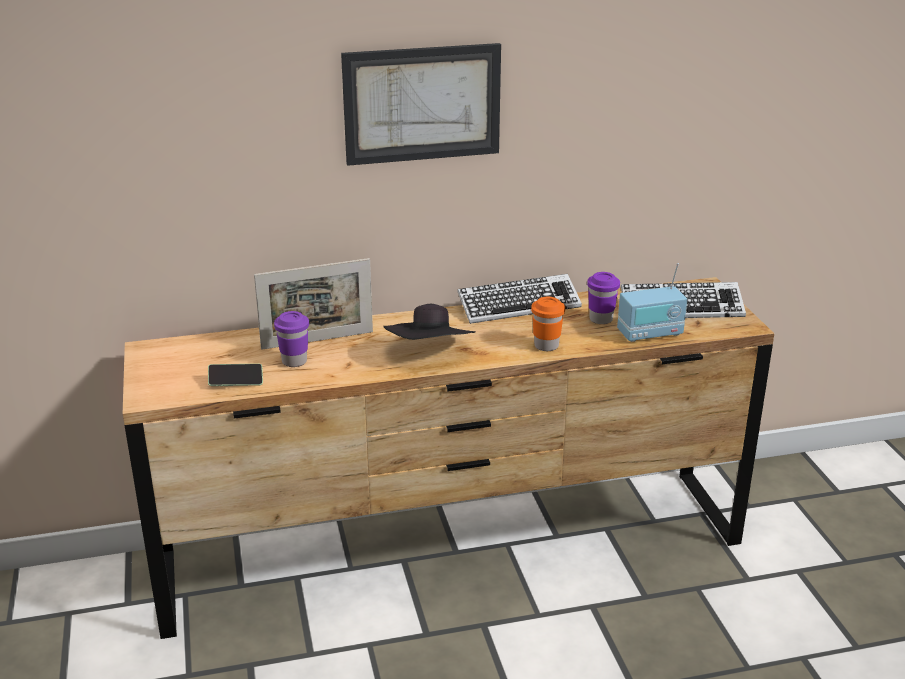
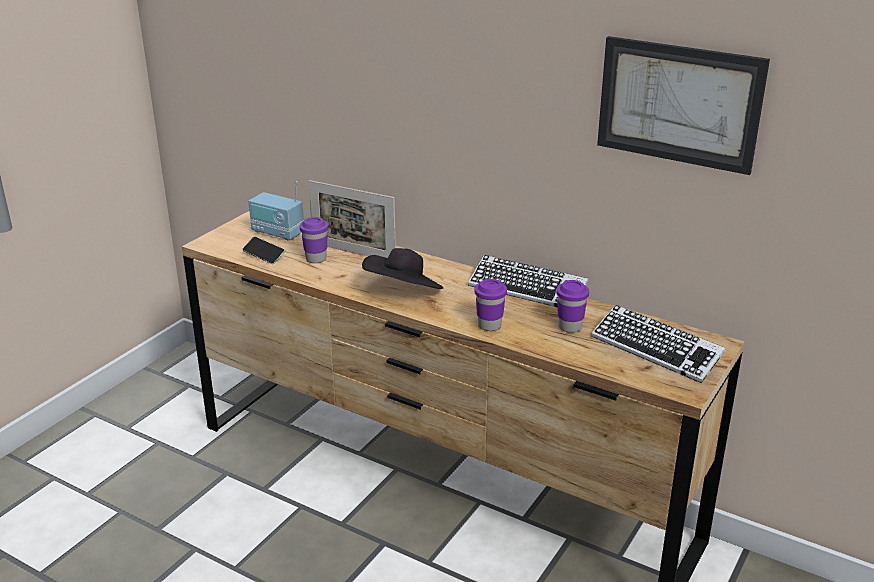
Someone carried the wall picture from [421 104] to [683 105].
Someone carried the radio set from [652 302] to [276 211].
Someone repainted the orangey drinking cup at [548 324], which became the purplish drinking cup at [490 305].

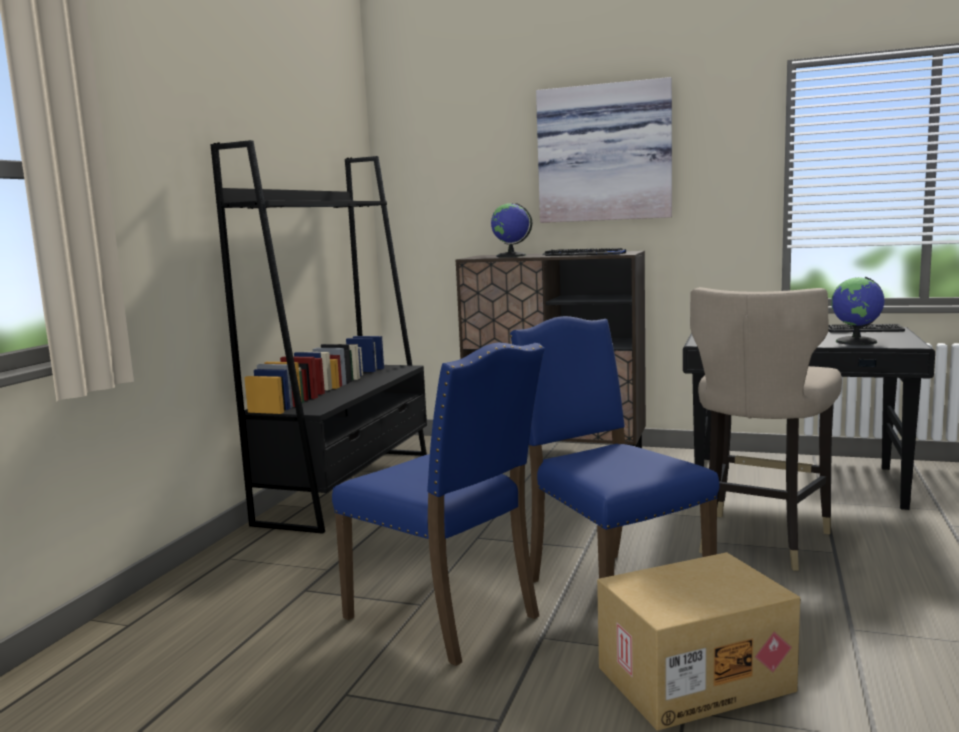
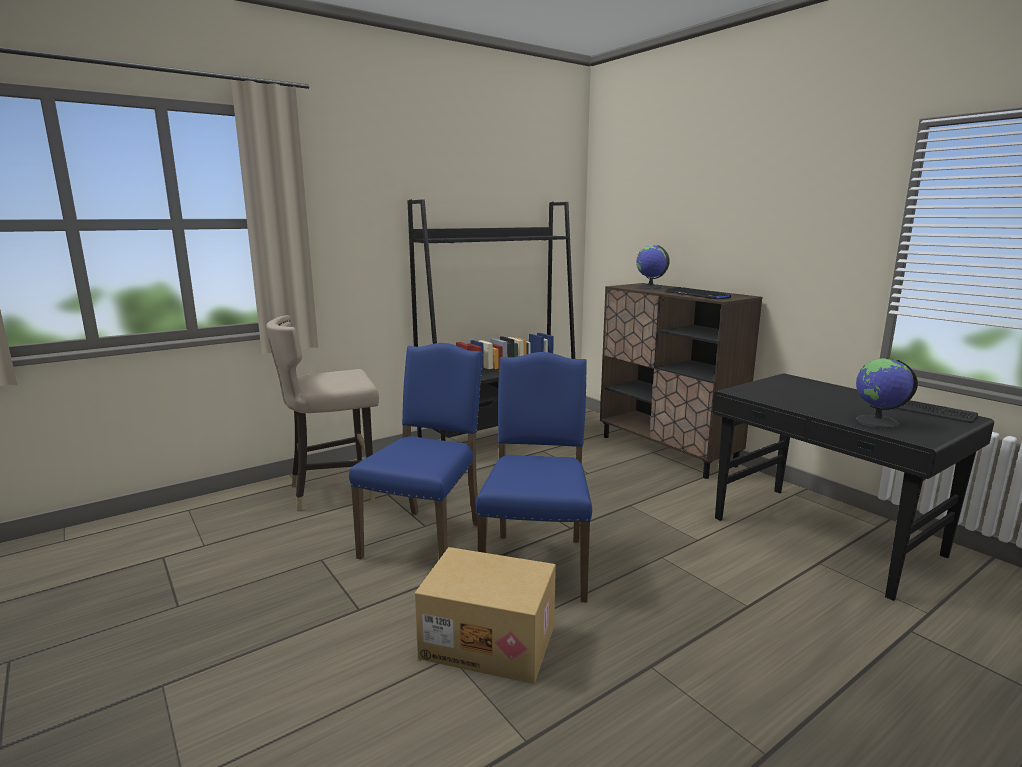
Someone took away the wall picture at [604 150].
Someone carried the sand-coloured sitting stool from [766 429] to [322 413].
Someone rotated the bluish plain chair at [438 504] by 150 degrees counterclockwise.

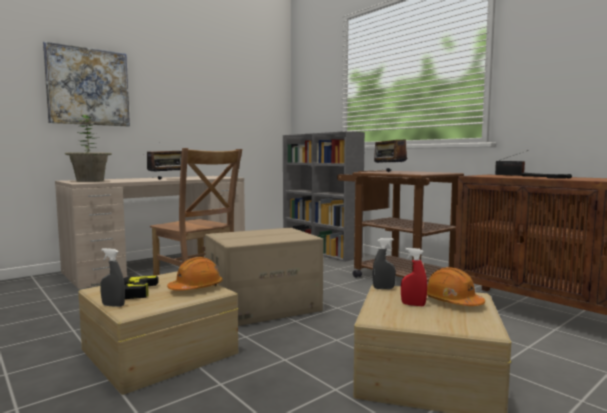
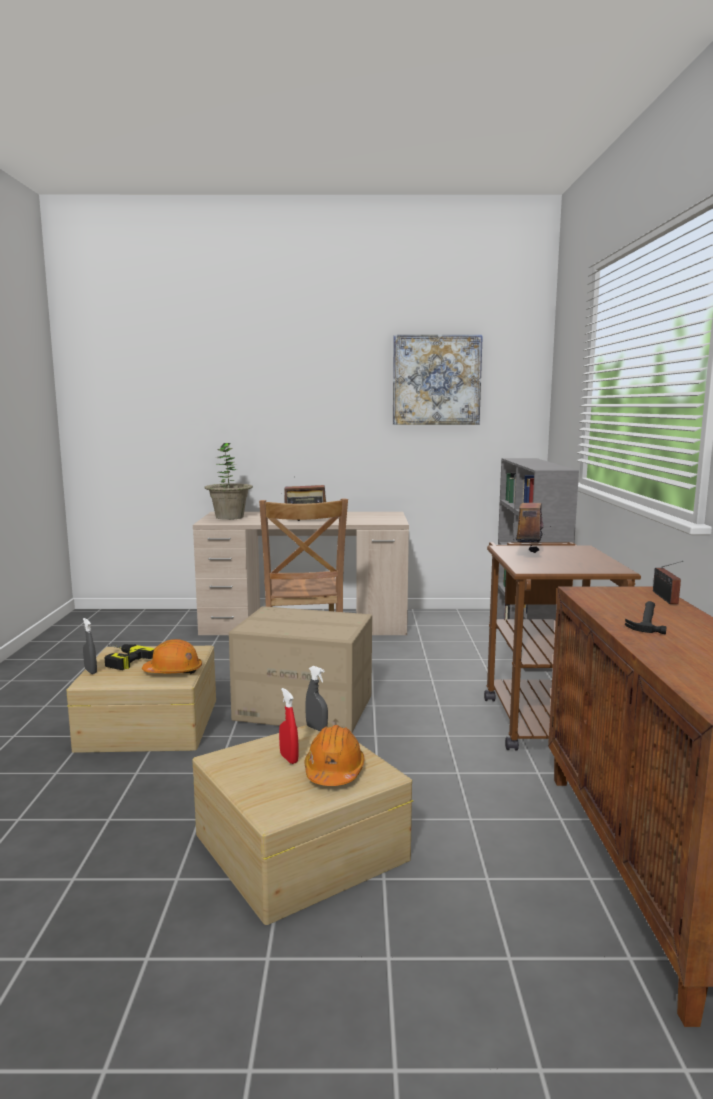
Someone carried the wall picture from [86 83] to [438 380].

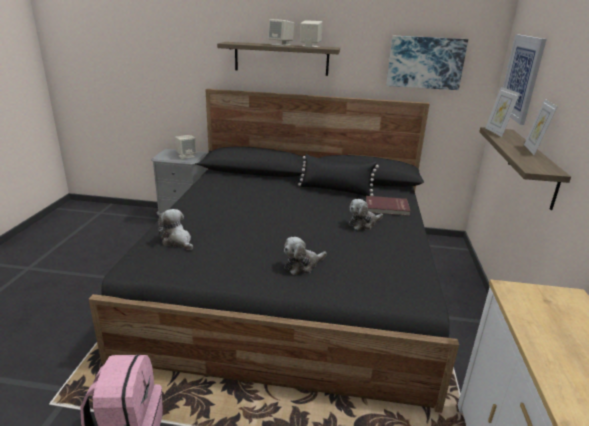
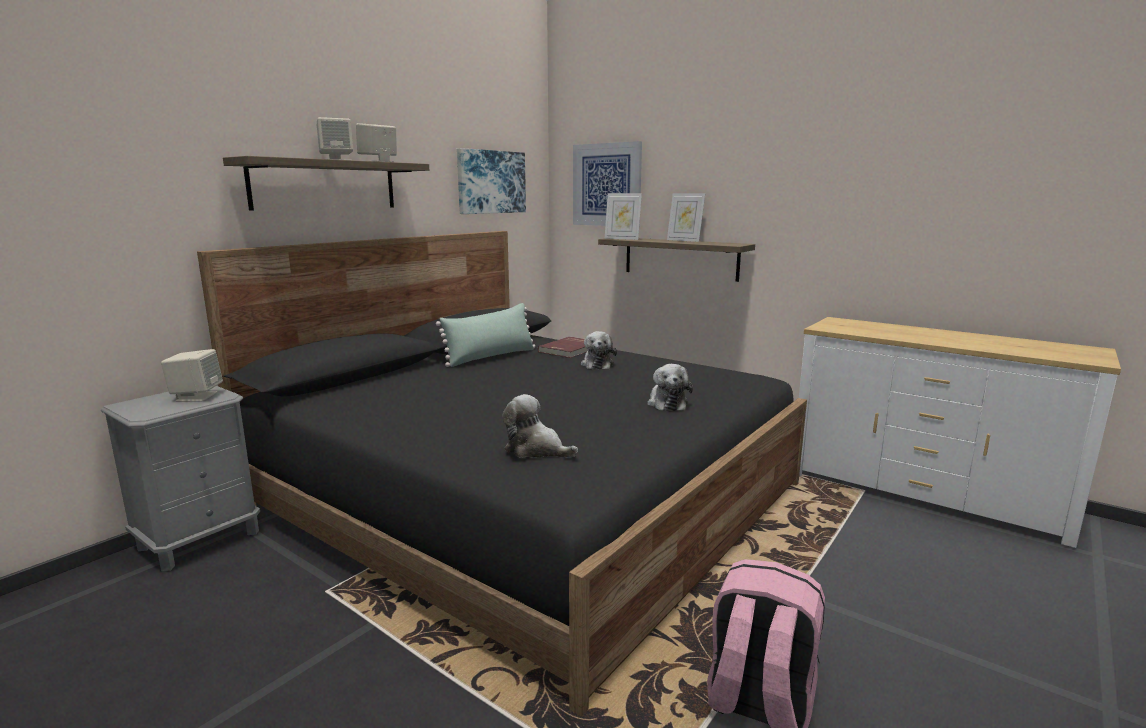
Someone repainted the black-coloured pillow at [338 175], which became the green-coloured pillow at [485 335].
Someone rotated the cuddly toy at [175 229] by 45 degrees clockwise.

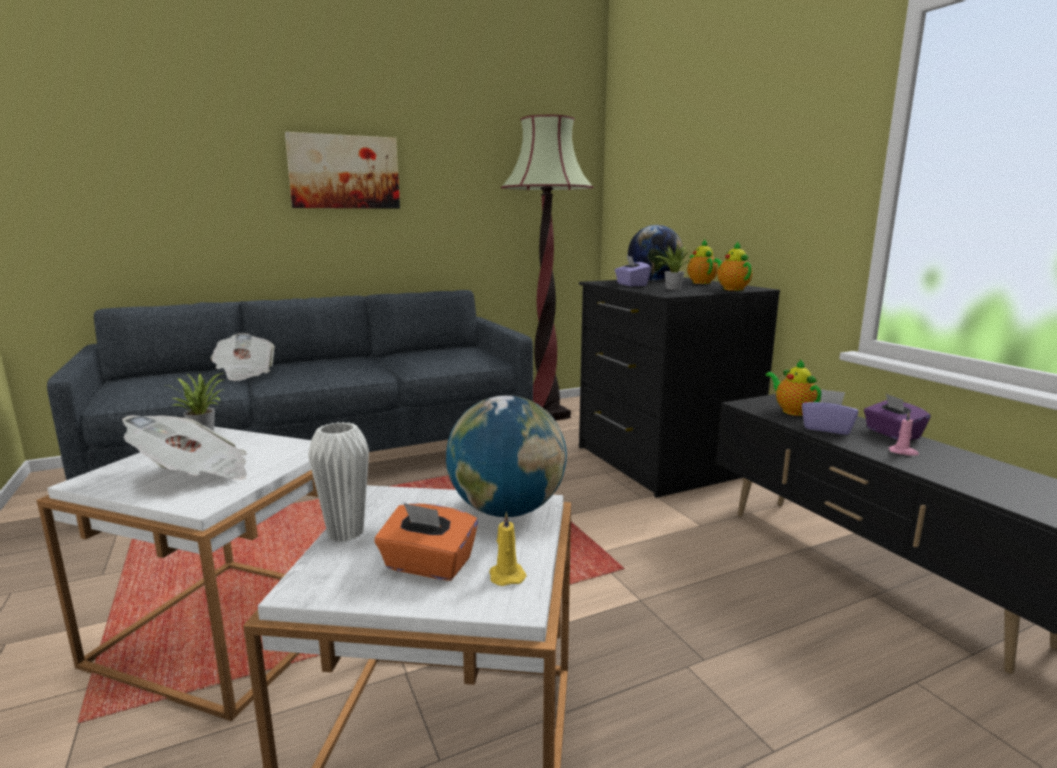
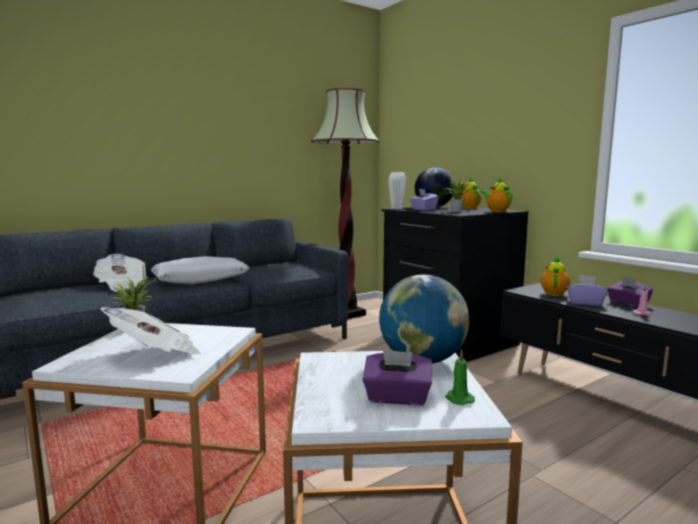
Someone took away the wall picture at [342 170].
Someone put down the whitish pillow at [200 270].
Someone carried the whitish flower vase from [338 482] to [397 190].
Someone repainted the orangey box of tissues at [426 541], which became the purplish box of tissues at [397 378].
Someone repainted the yellow candle at [508 548], which became the green-coloured candle at [460 377].
Someone rotated the pot for tea at [793 387] by 60 degrees clockwise.

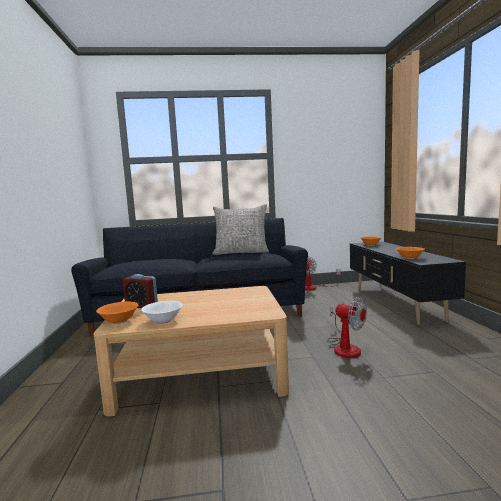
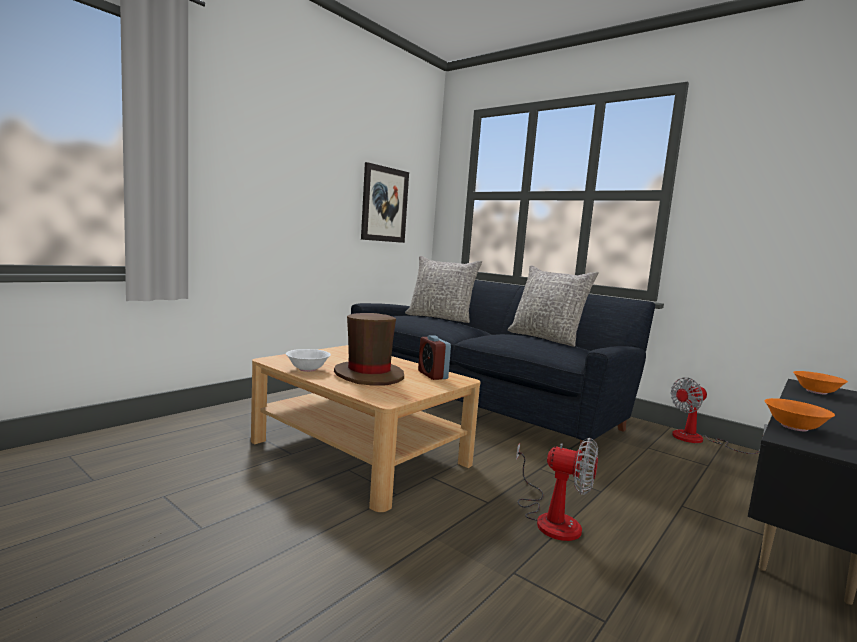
Someone took away the orangey deep dish at [117 313].
Someone put down the brown-coloured wearable hat at [369 349].
Someone put up the wall picture at [385 202].
Someone put down the grey pillow at [443 289].
Someone carried the table clock from [140 291] to [434 357].
Someone rotated the fan at [347 327] by 60 degrees counterclockwise.

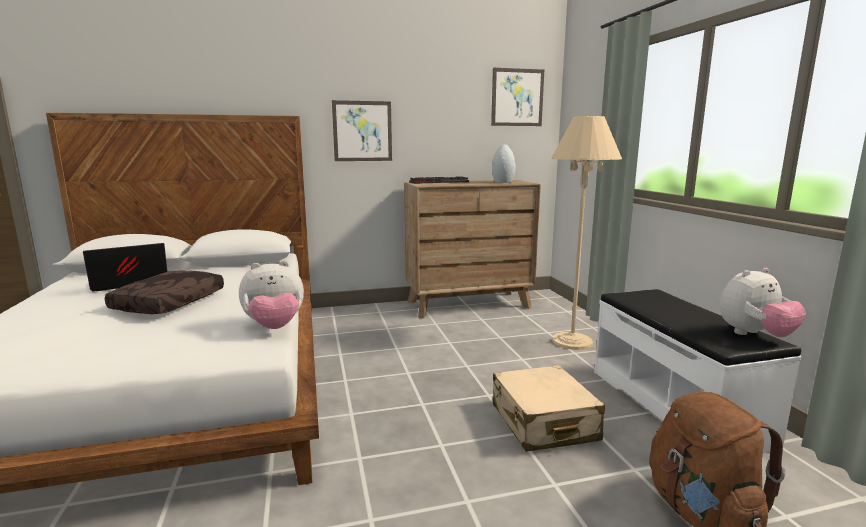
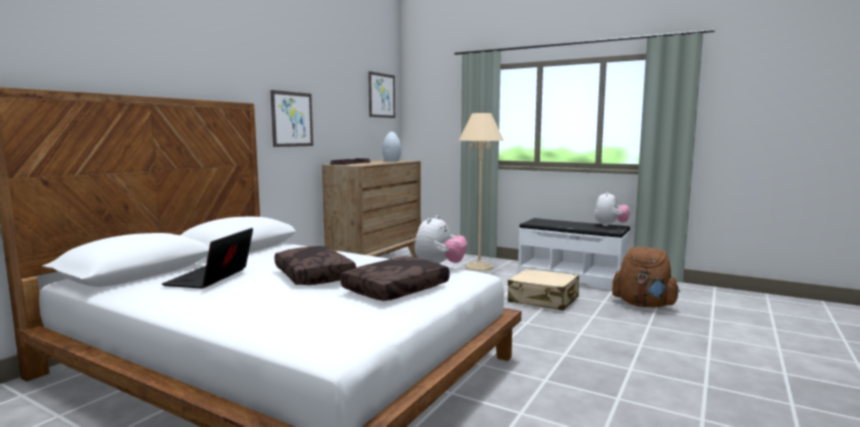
Someone put down the brown-coloured pillow at [395 278].

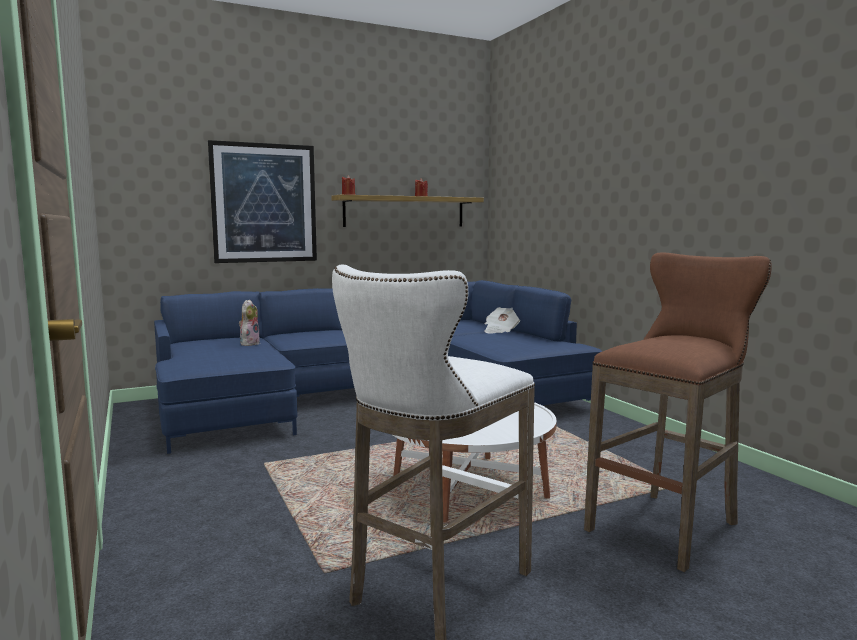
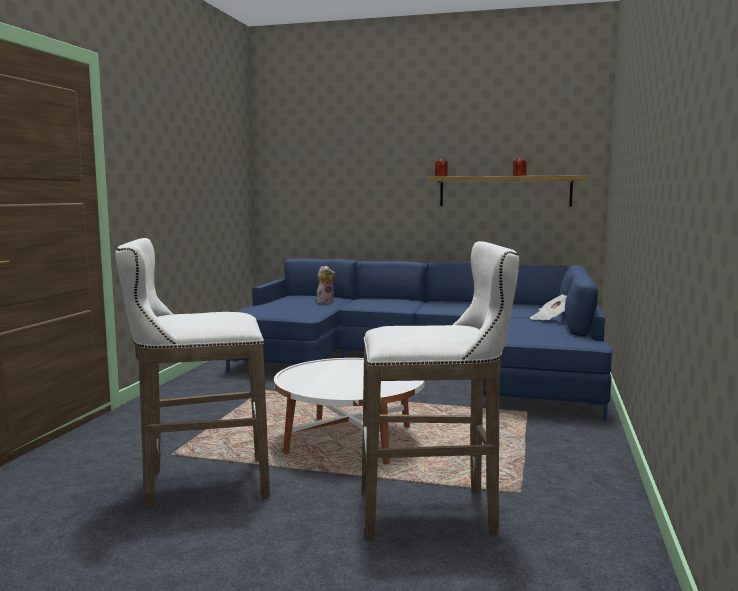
Someone took away the wall picture at [262 201].
Someone repainted the brown-coloured sitting stool at [678 412], which became the whitish sitting stool at [440 390].

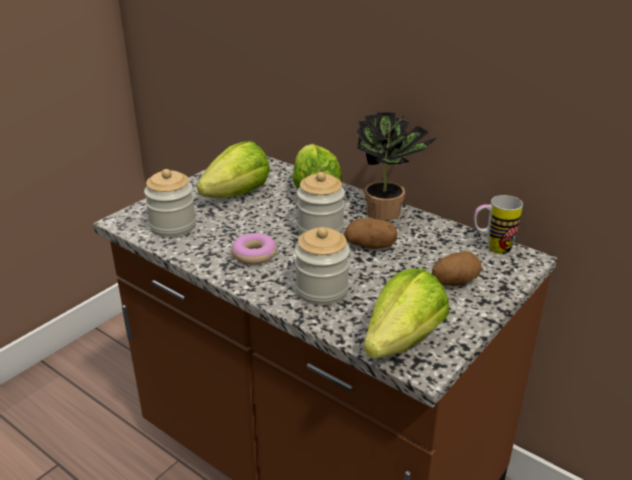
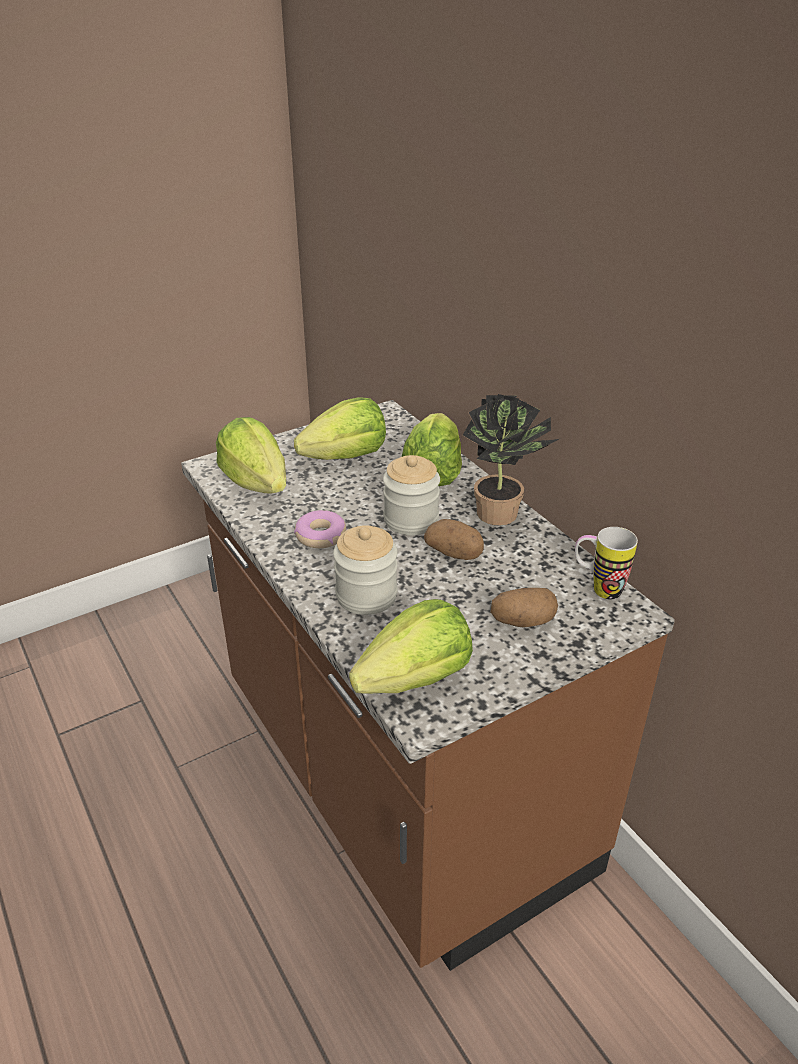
Someone swapped the jar at [170 203] for the lettuce head at [251 455].

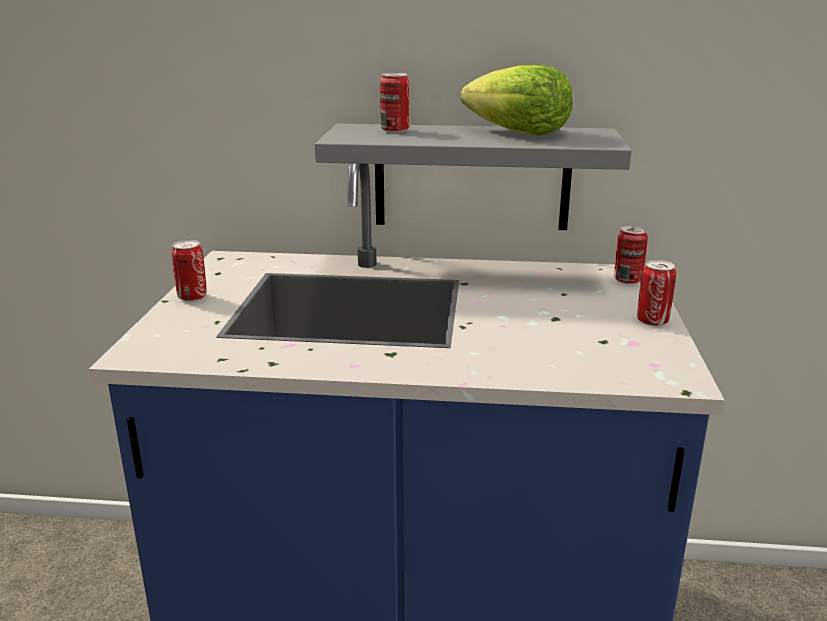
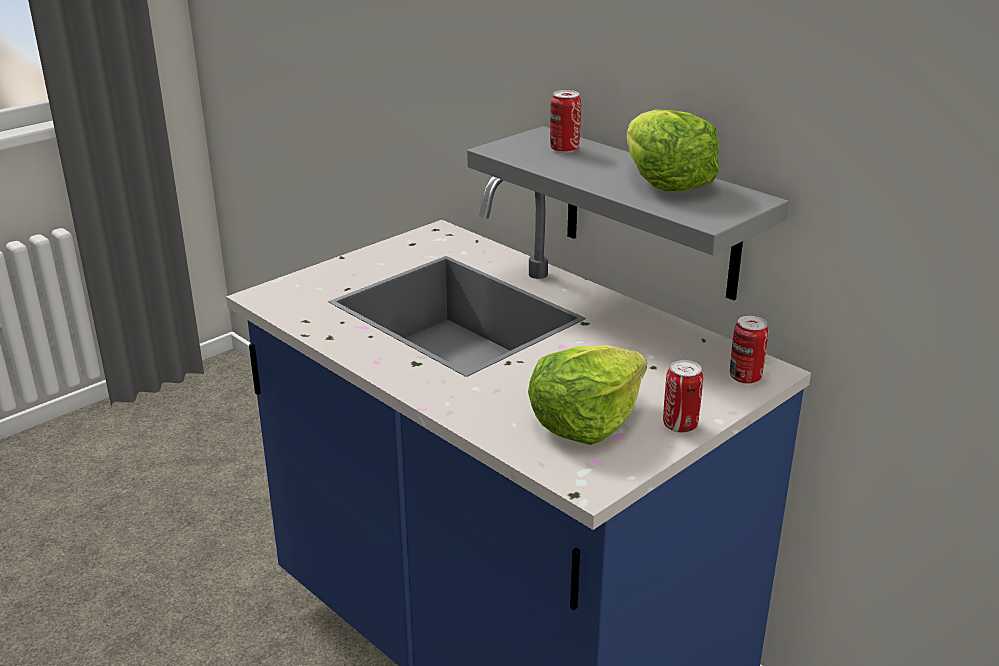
Someone took away the metal can at [189 271].
Someone put down the lettuce head at [587 395].

